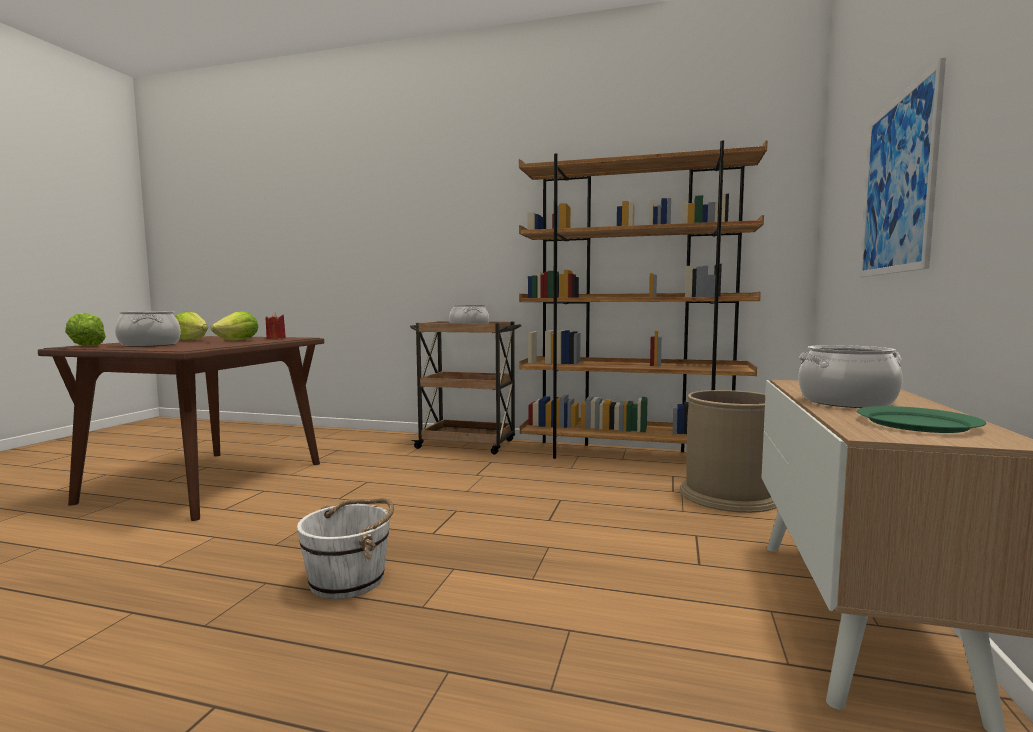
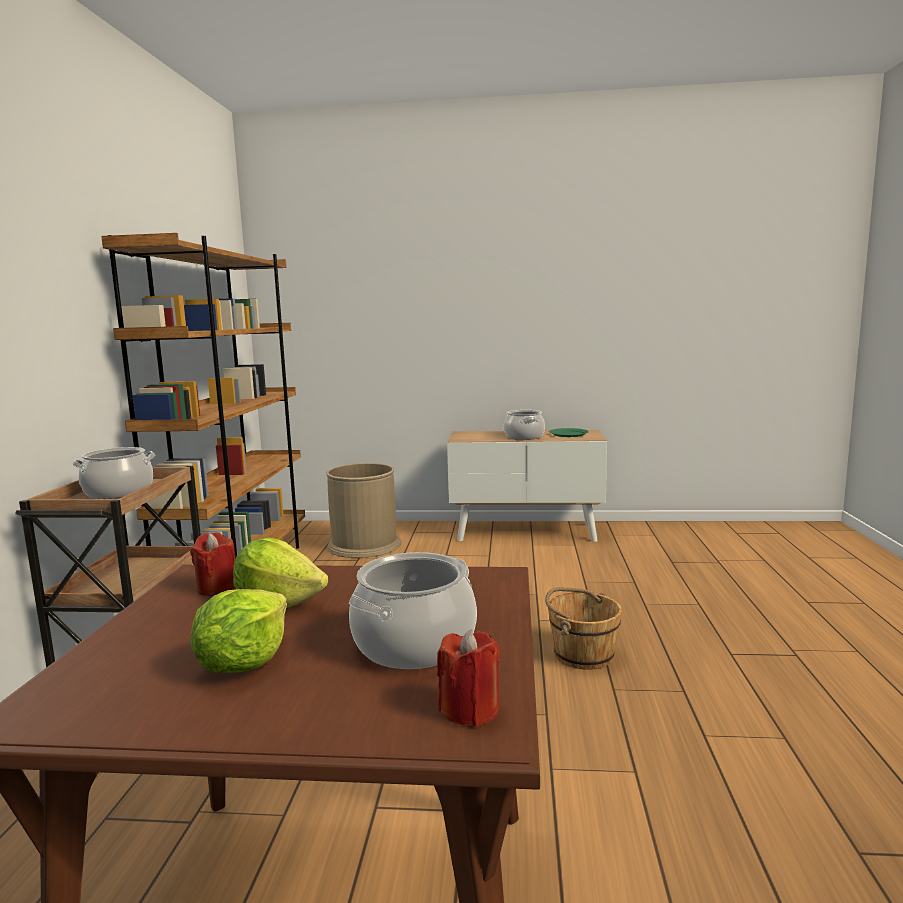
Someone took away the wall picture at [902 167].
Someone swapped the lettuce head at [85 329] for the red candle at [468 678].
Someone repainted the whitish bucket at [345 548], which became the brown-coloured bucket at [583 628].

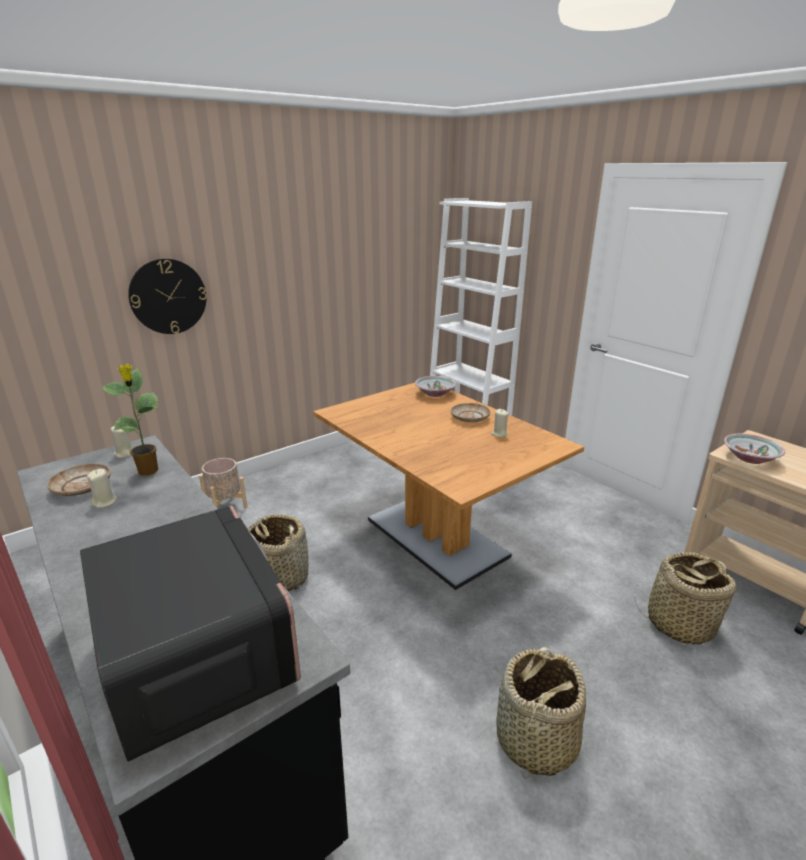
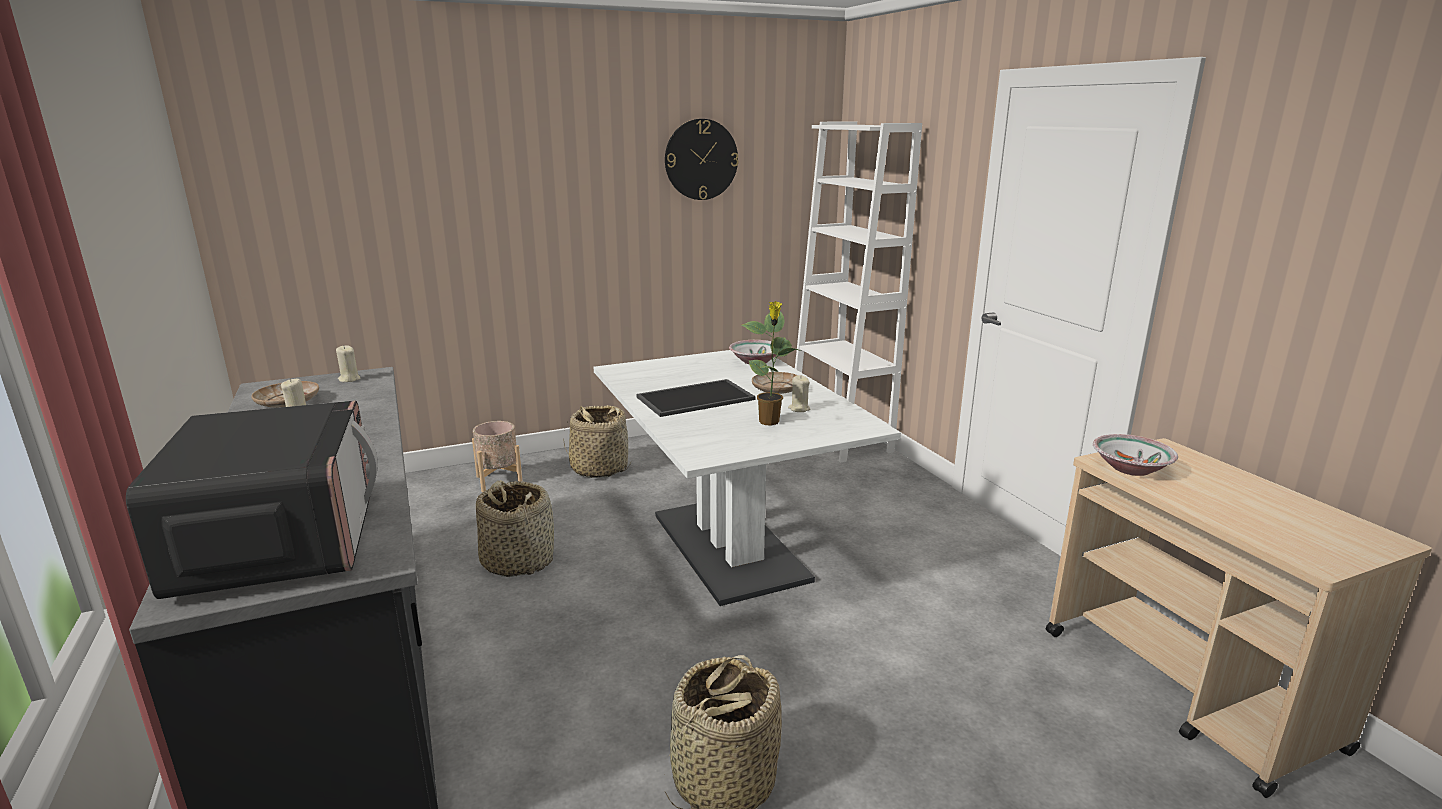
Someone put down the carrying tray at [695 398].
Someone carried the houseplant from [130 420] to [770 363].
Someone carried the hanging clock from [167 296] to [701 159].
Someone carried the storage basket from [685 598] to [597 441].
Someone repainted the brown-coloured kitchen table at [448 486], which became the whitish kitchen table at [747 478].

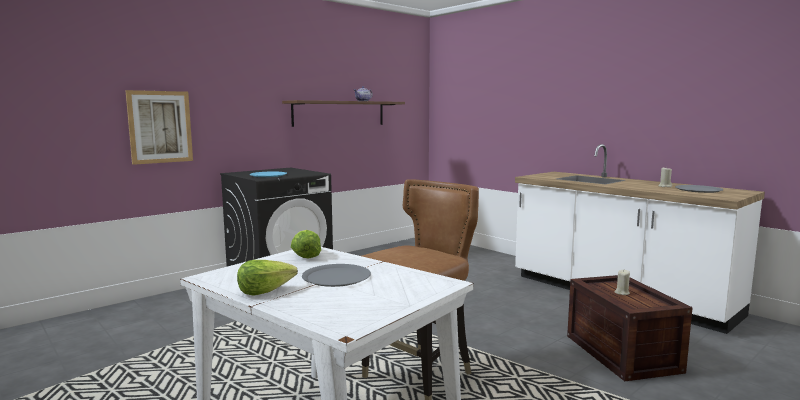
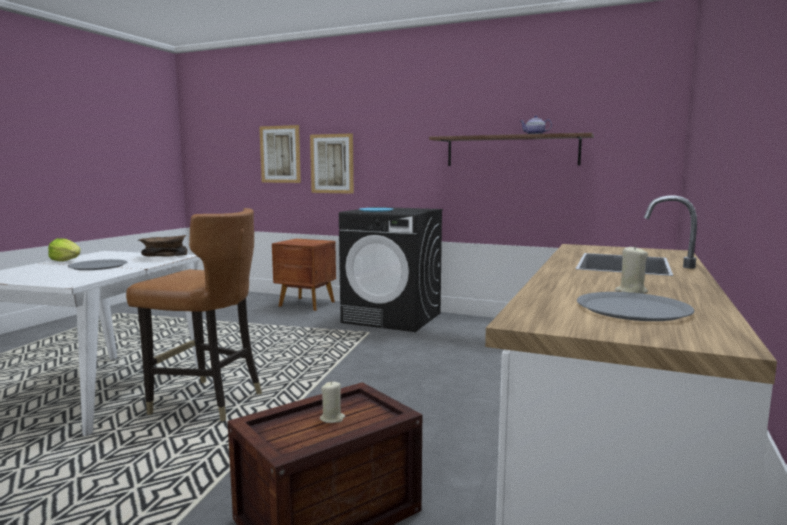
Someone put up the wall picture at [280 154].
Someone put down the brown-coloured night table at [304 275].
Someone swapped the lettuce head at [306 244] for the brown-coloured deep dish at [162 246].

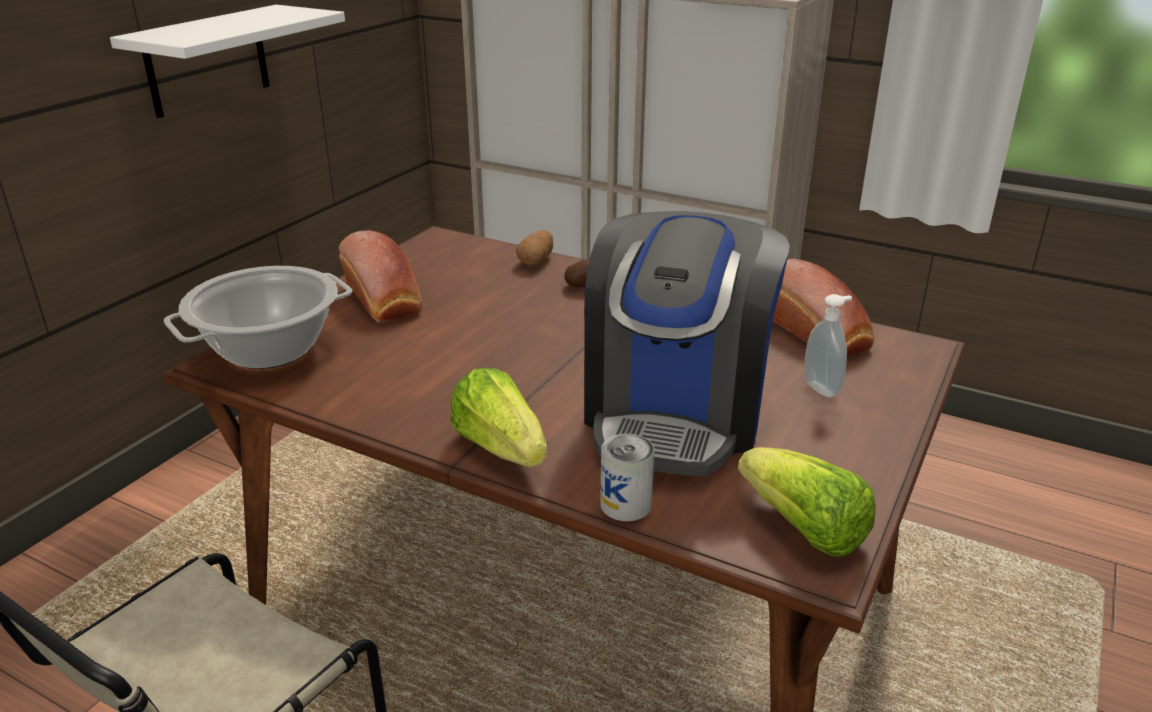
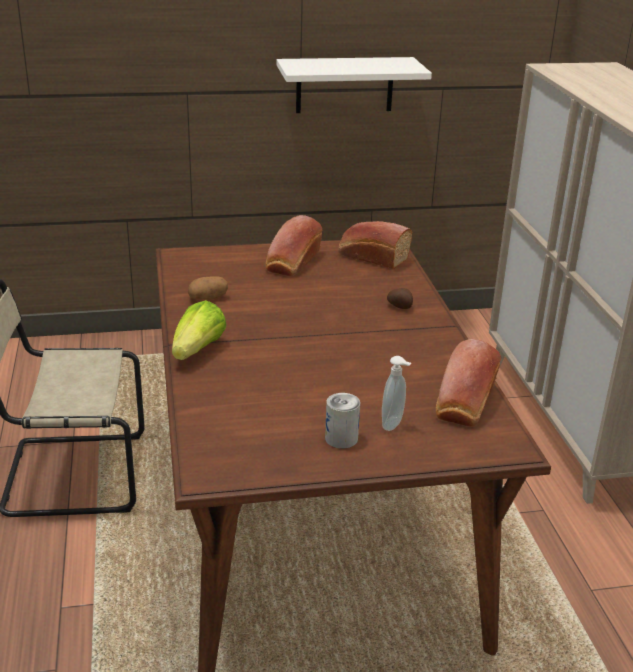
Someone took away the cooking pot at [258 317].
Someone took away the coffee machine at [687 344].
Someone took away the lettuce head at [807 502].
Someone put down the bakery bread at [375 245].
Someone carried the potato from [534 248] to [208 288].
Someone carried the metal can from [627 477] to [342 421].

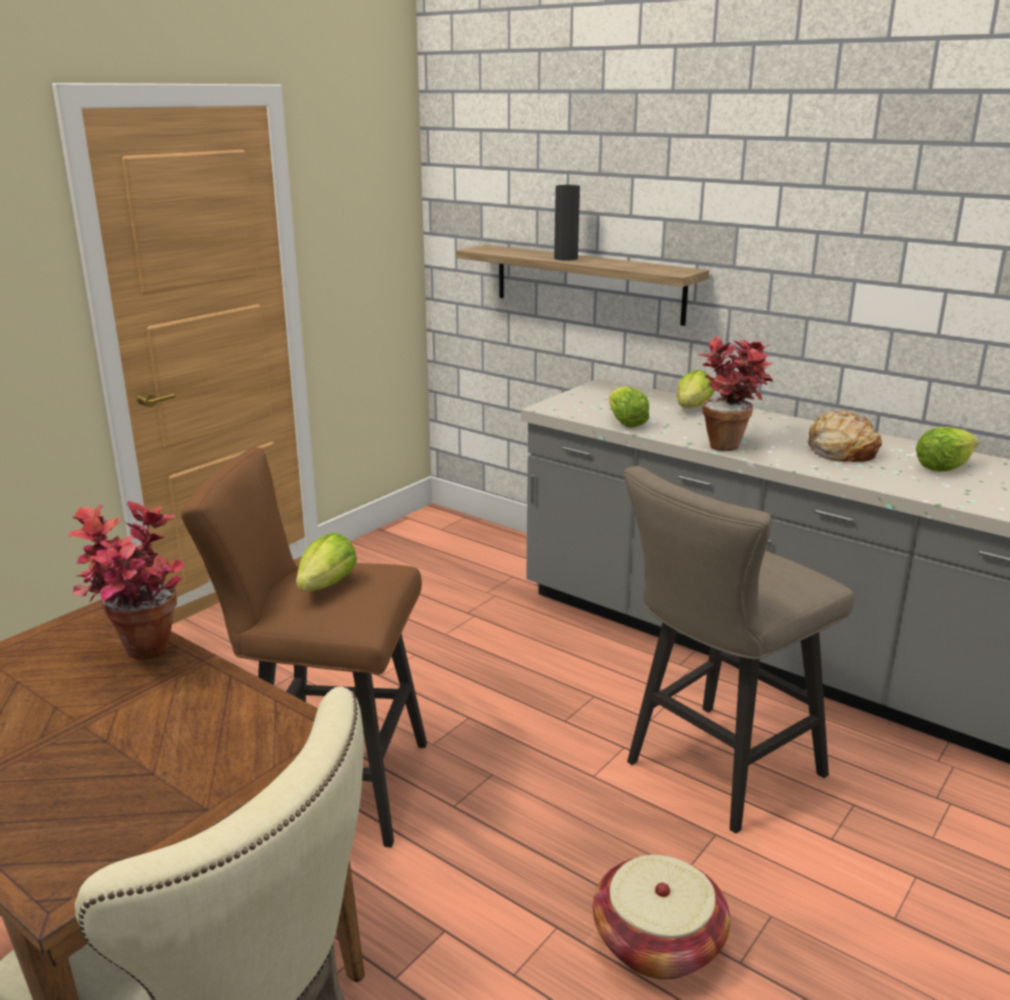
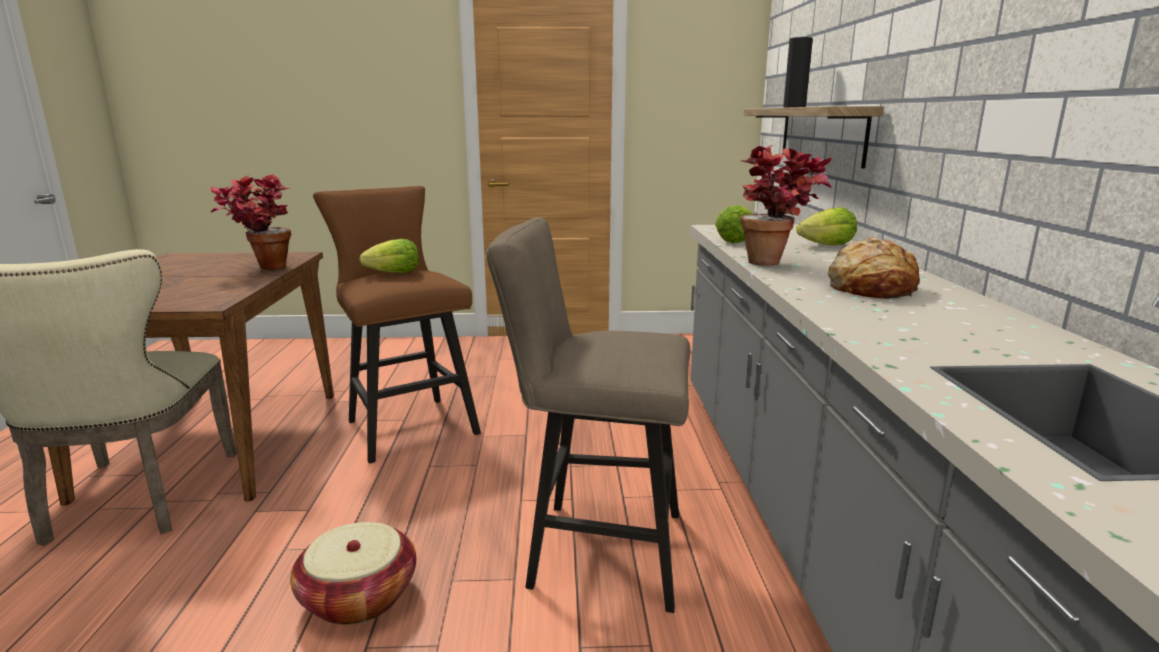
Someone took away the lettuce head at [947 449].

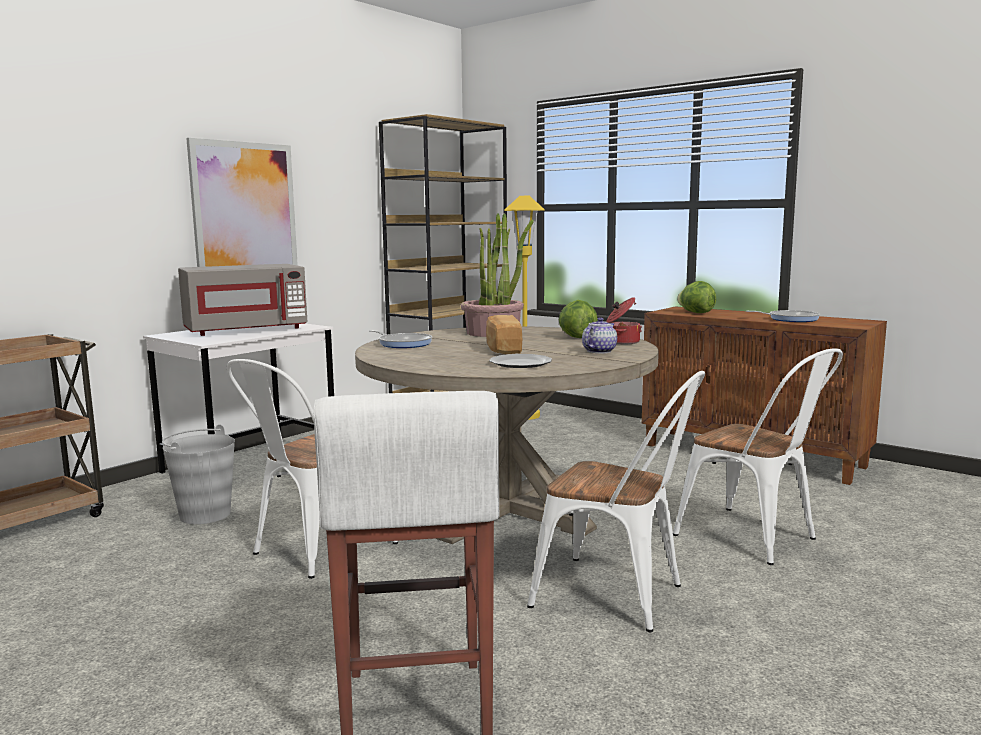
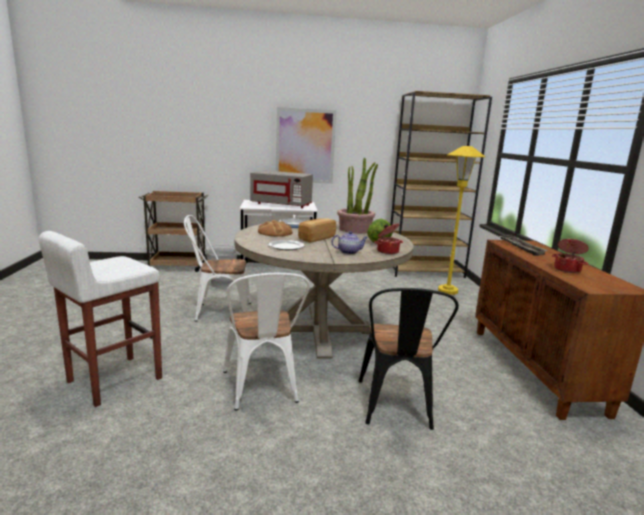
Someone put down the bakery bread at [275 228].
Someone swapped the lettuce head at [696 297] for the carrying tray at [523 245].
Someone swapped the skillet at [783 316] for the cooking pot at [570 256].
Someone repainted the whitish plain chair at [758 456], which became the black-coloured plain chair at [409 359].

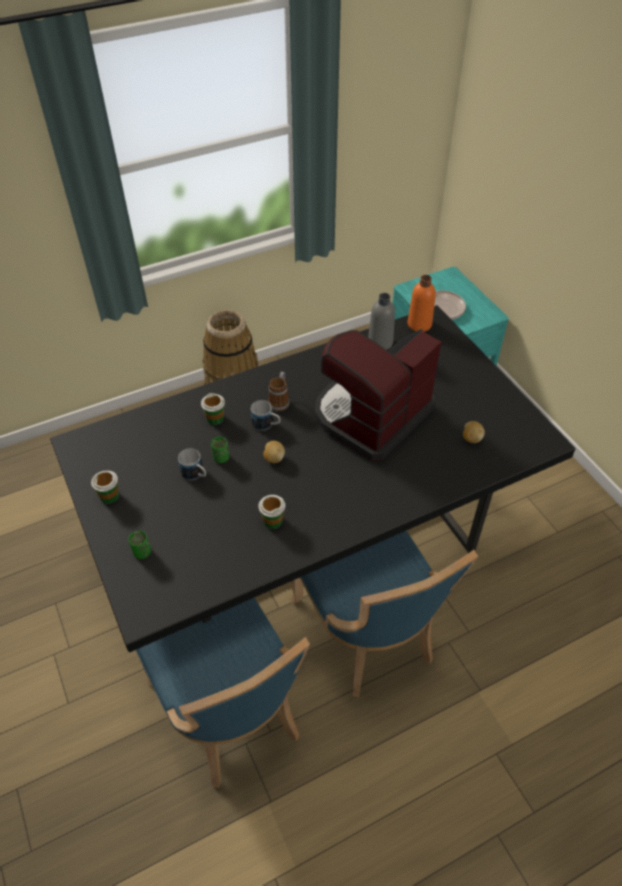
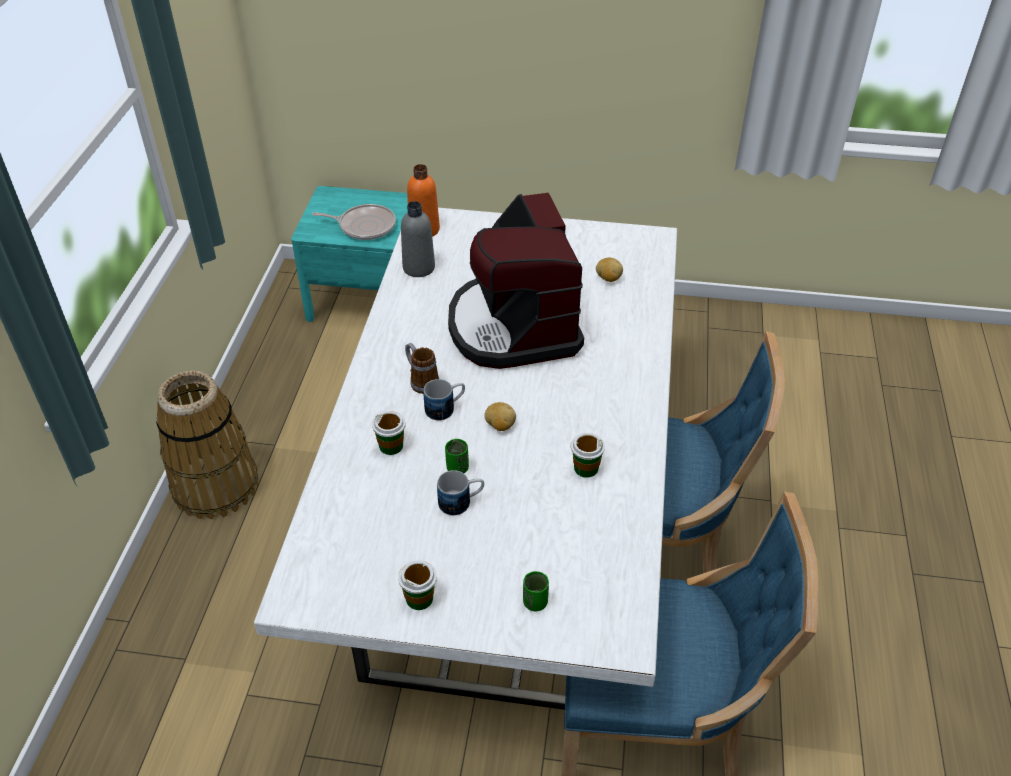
Someone repainted the black-coloured kitchen table at [312 478], which became the whitish kitchen table at [465 459].

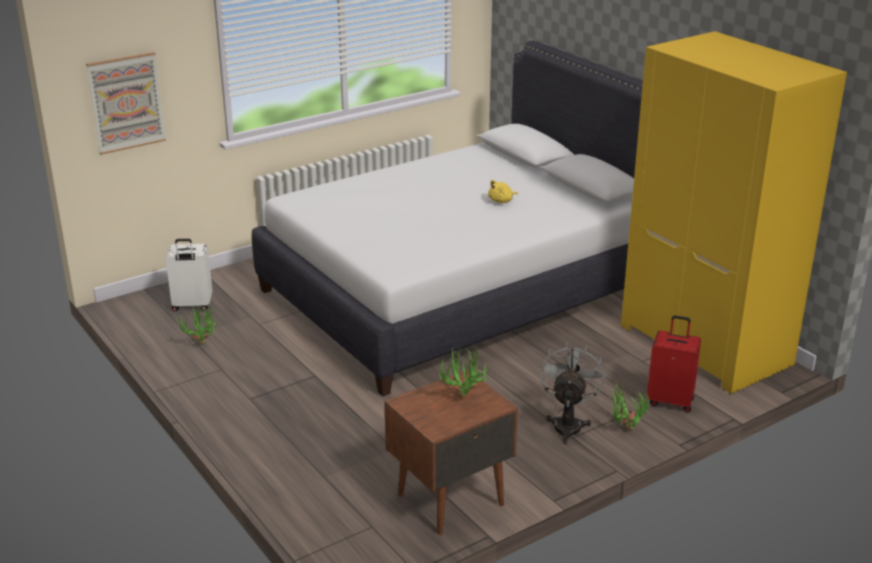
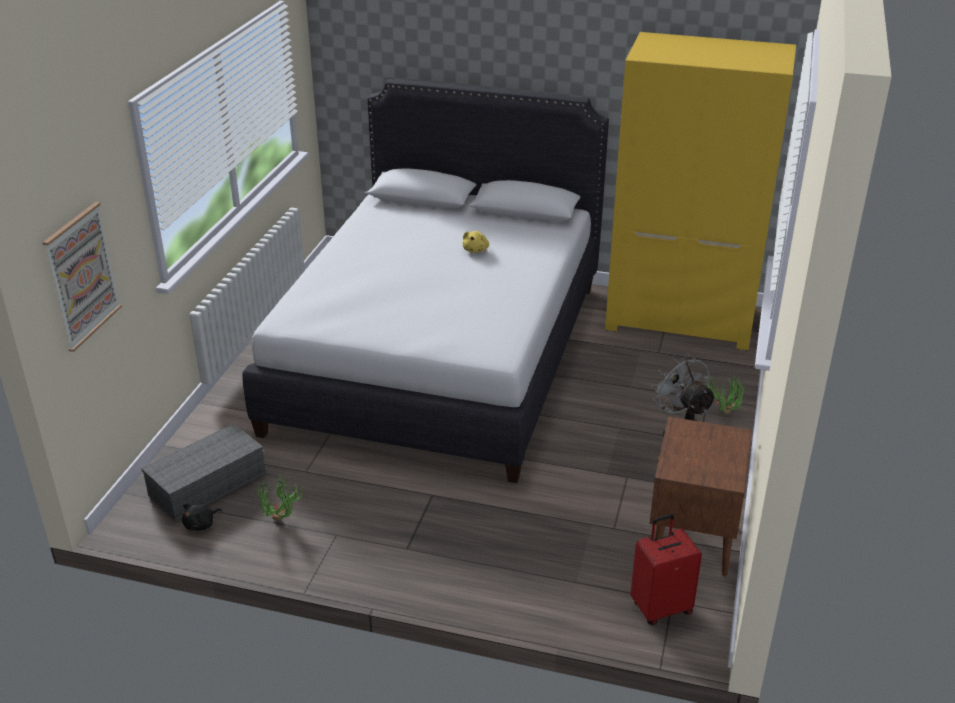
Someone took away the houseplant at [465 371].
Someone put down the black-coloured cuddly toy at [202 517].
Someone carried the red travel case from [674 364] to [666 569].
Someone swapped the whitish travel case at [189 275] for the grey storage bin at [203 473].

